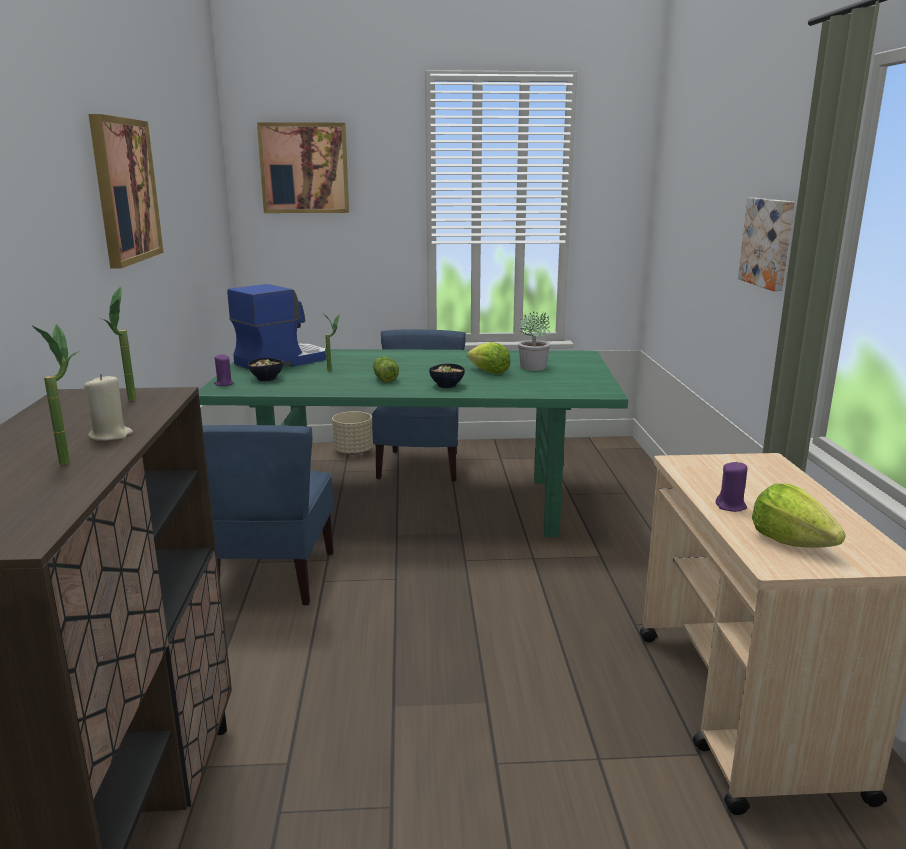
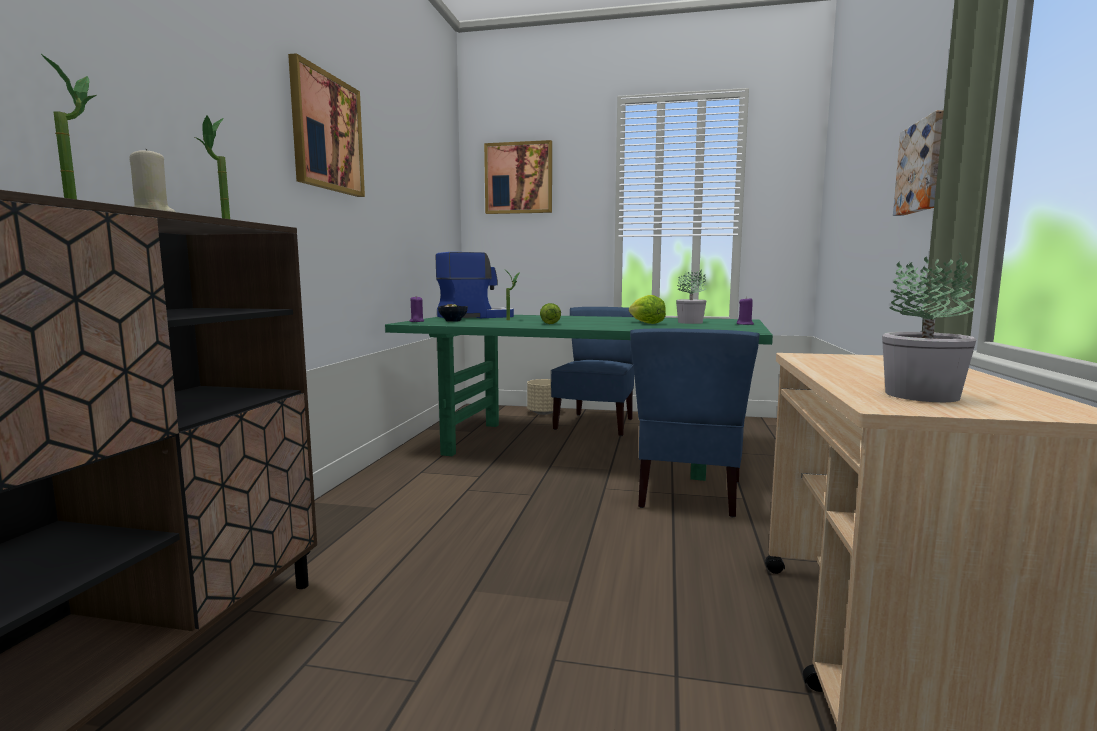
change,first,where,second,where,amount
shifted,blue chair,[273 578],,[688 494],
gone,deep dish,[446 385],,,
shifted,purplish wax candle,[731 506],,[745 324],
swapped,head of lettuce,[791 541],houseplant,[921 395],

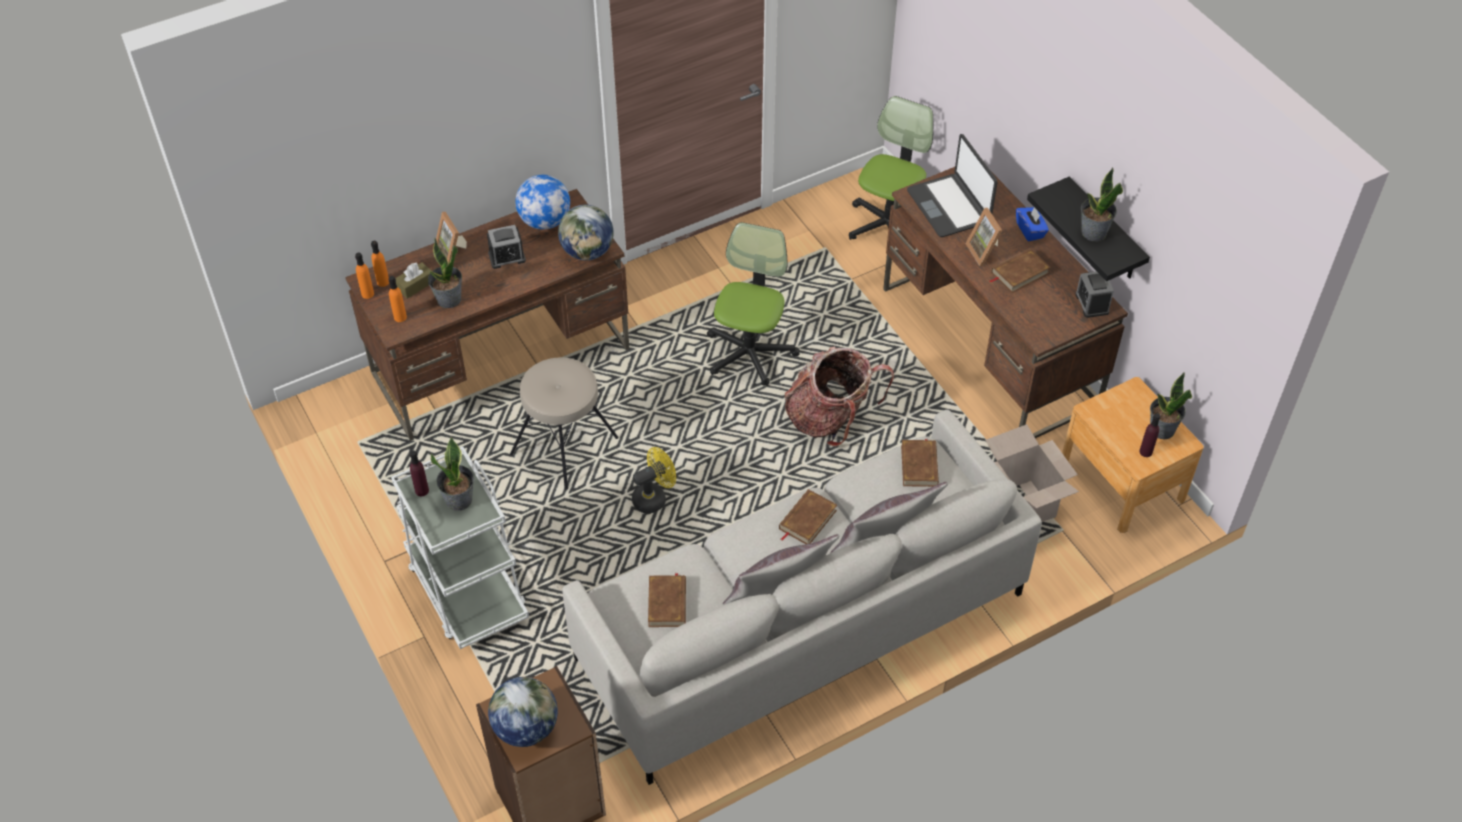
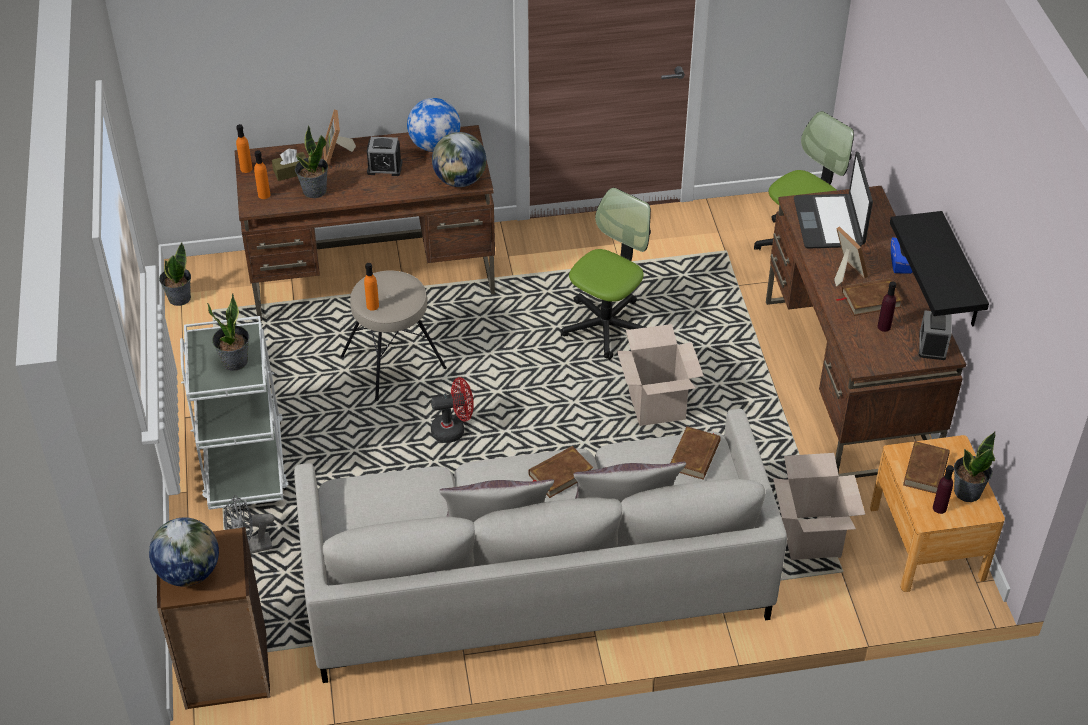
change,first,where,second,where,amount
shifted,orange-coloured bottle,[383 282],,[372 306],
shifted,purplish bottle,[422 490],,[884 327],
repainted,yellow cooling fan,[654 497],red cooling fan,[453 430],
shifted,brown-coloured volume,[667 603],,[926 470],
swapped,rucksack,[830 419],carton,[656 405],
rotated,photo frame,[985 252],,[845 272],150 degrees clockwise
shifted,houseplant,[1093 232],,[179 298],
new,,,grey cooling fan,[250 548],

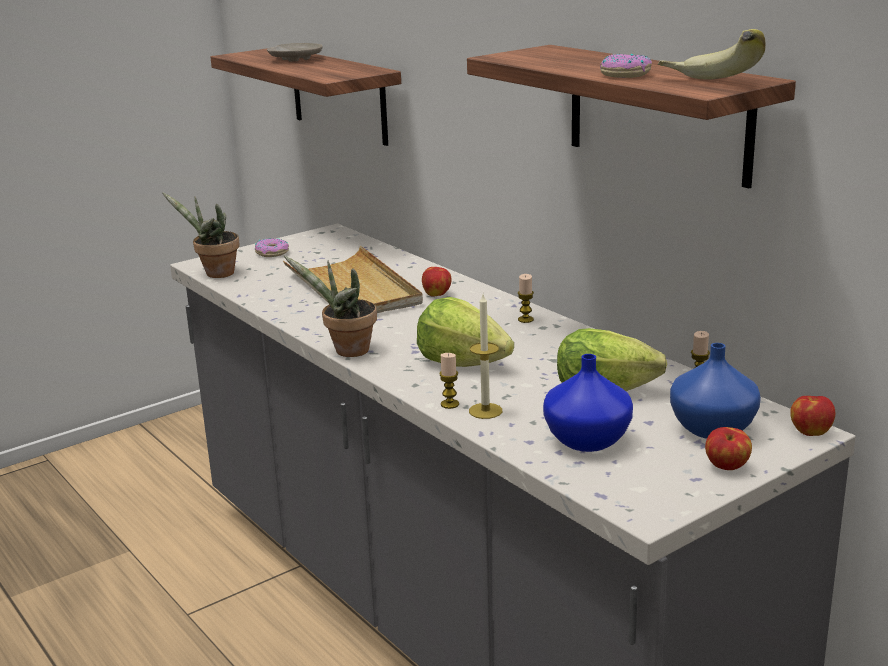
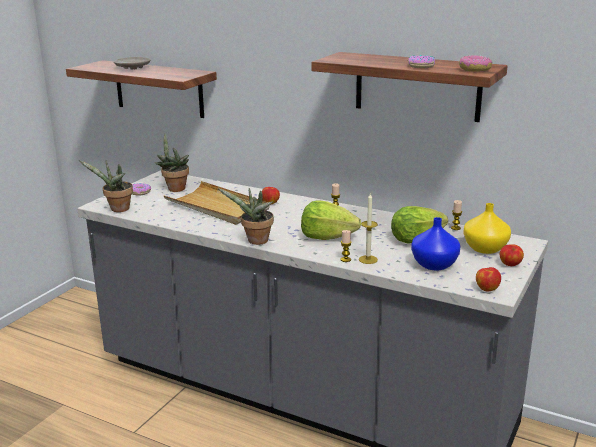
change,first,where,second,where,amount
swapped,banana fruit,[708 85],ring doughnut,[474 69],
repainted,blue flower vase,[711 429],yellow flower vase,[484 249],
shifted,apple fruit,[810 431],,[487 288],
new,,,houseplant,[174 188],

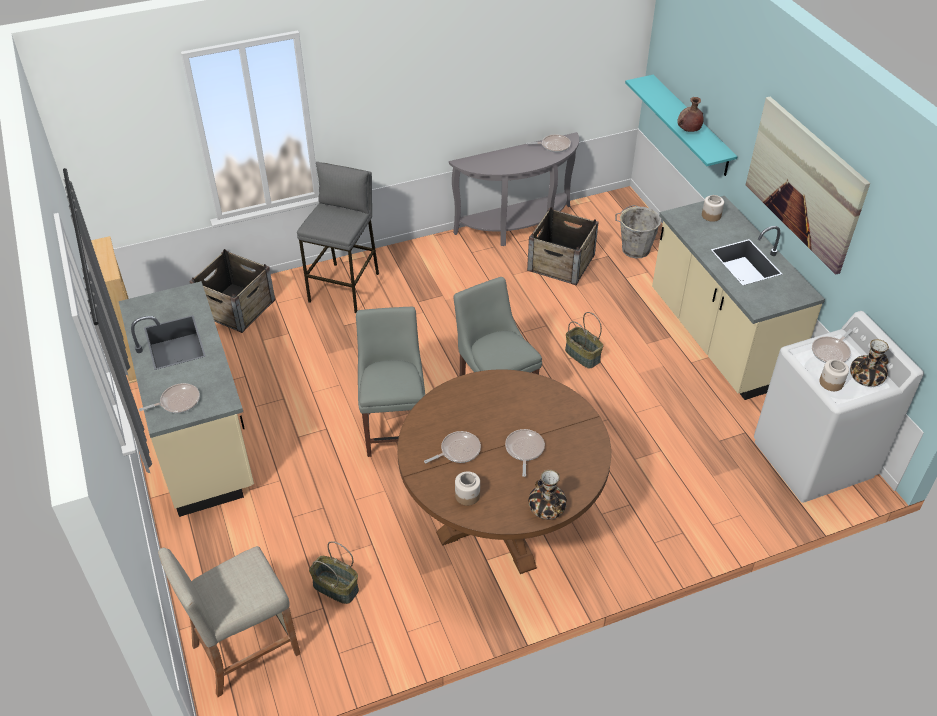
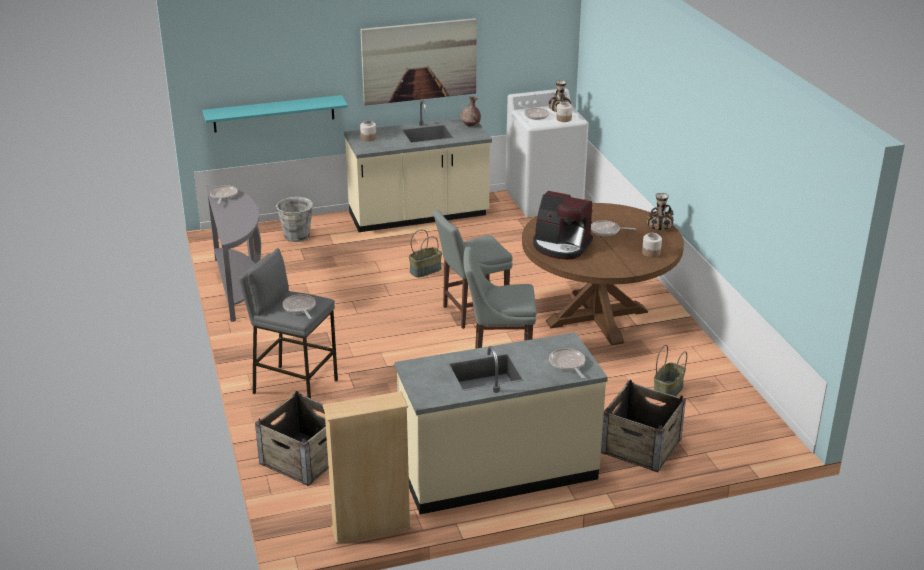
change,first,where,second,where,amount
gone,beige-coloured stool,[245 649],,,
shifted,pan,[458 451],,[300 308],
shifted,crate,[560 262],,[641 446],
shifted,brown-coloured flower vase,[688 131],,[471 126],
new,,,coffee brewer,[561 246],

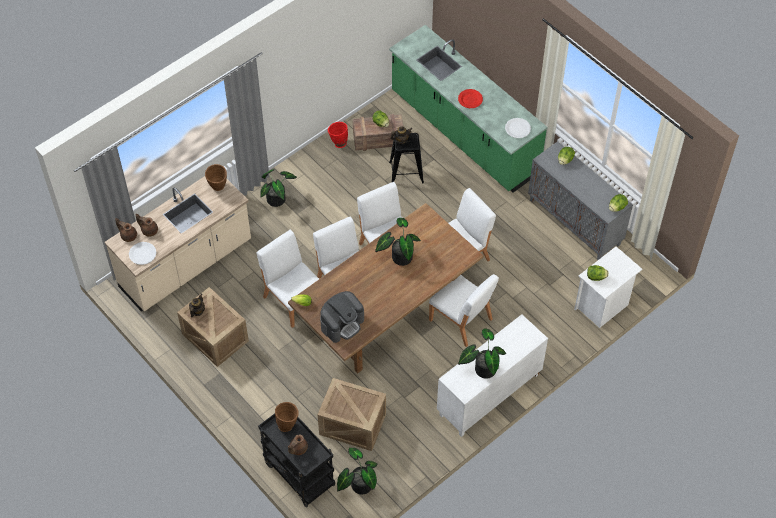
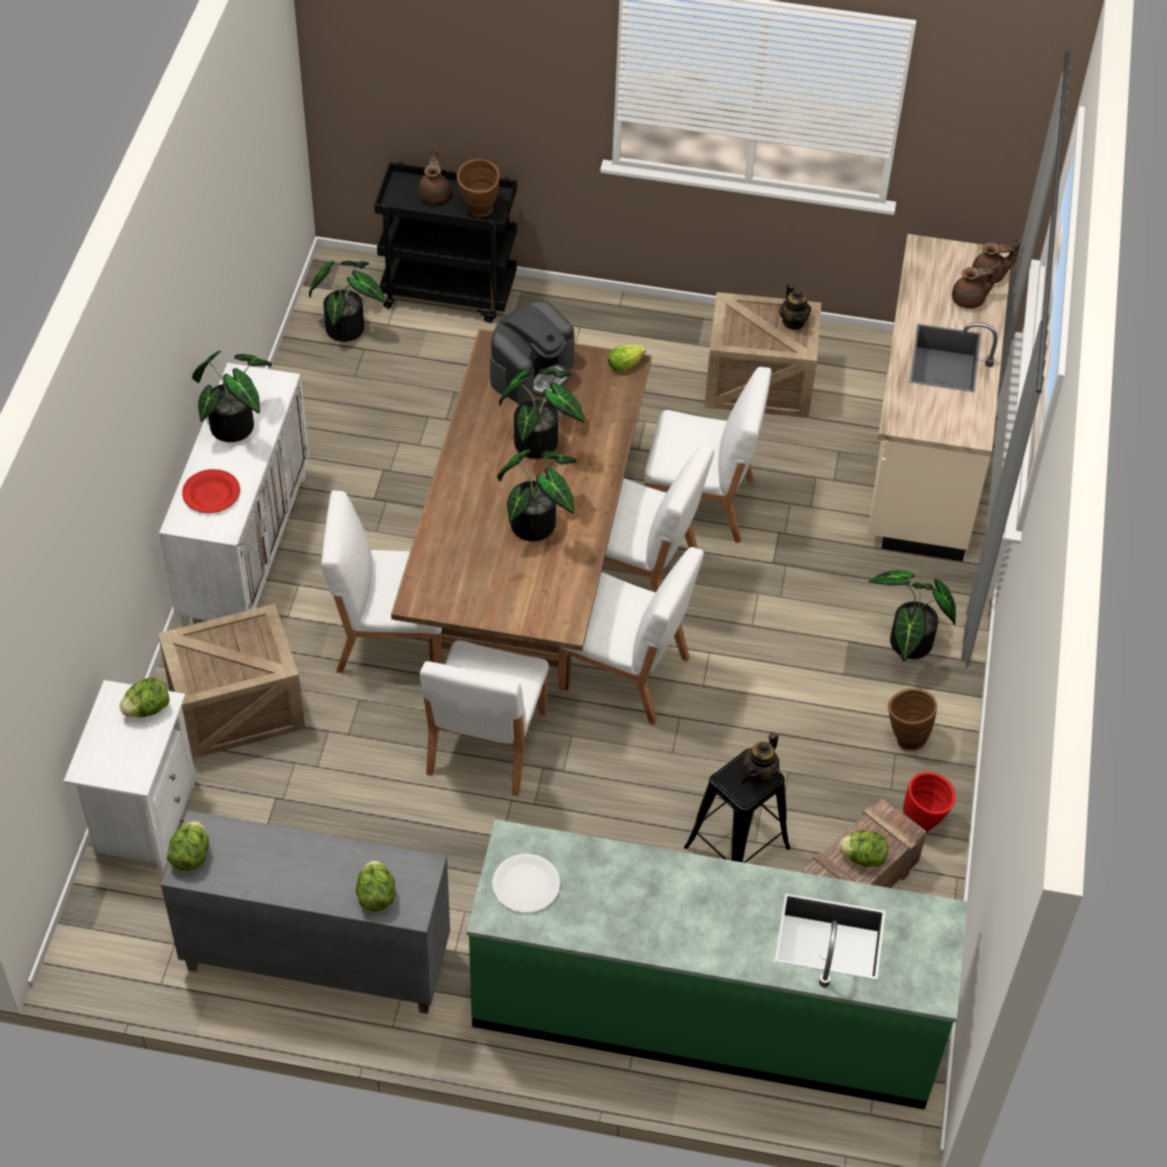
change,first,where,second,where,amount
gone,white-coloured plate,[142 254],,,
shifted,brown-coloured flower vase,[218 188],,[905 737],
shifted,crate,[351 424],,[238 706],
rotated,coffee brewer,[342 323],,[531 372],150 degrees counterclockwise
shifted,red plate,[470 100],,[211 494],
new,,,houseplant,[540 441],

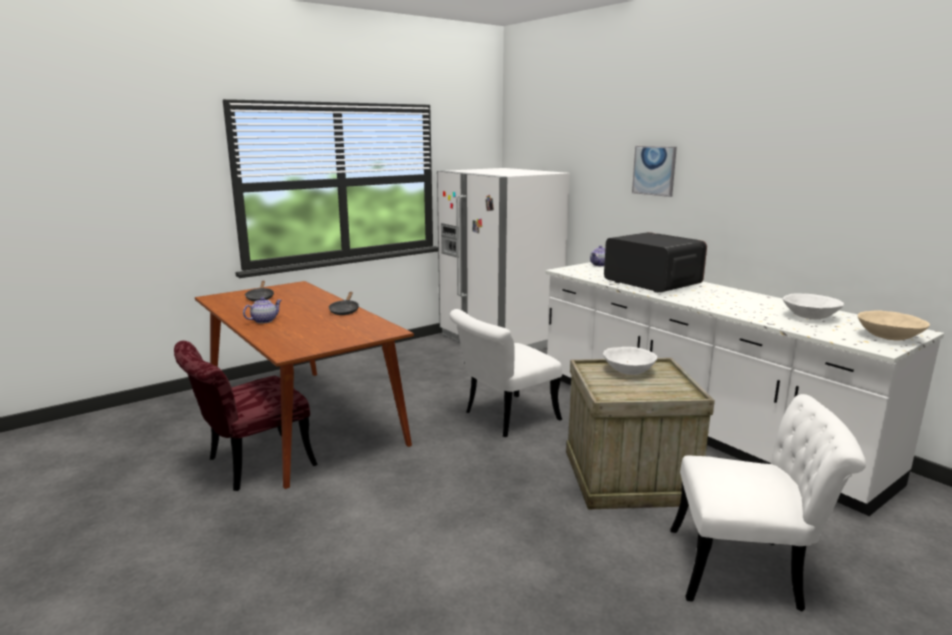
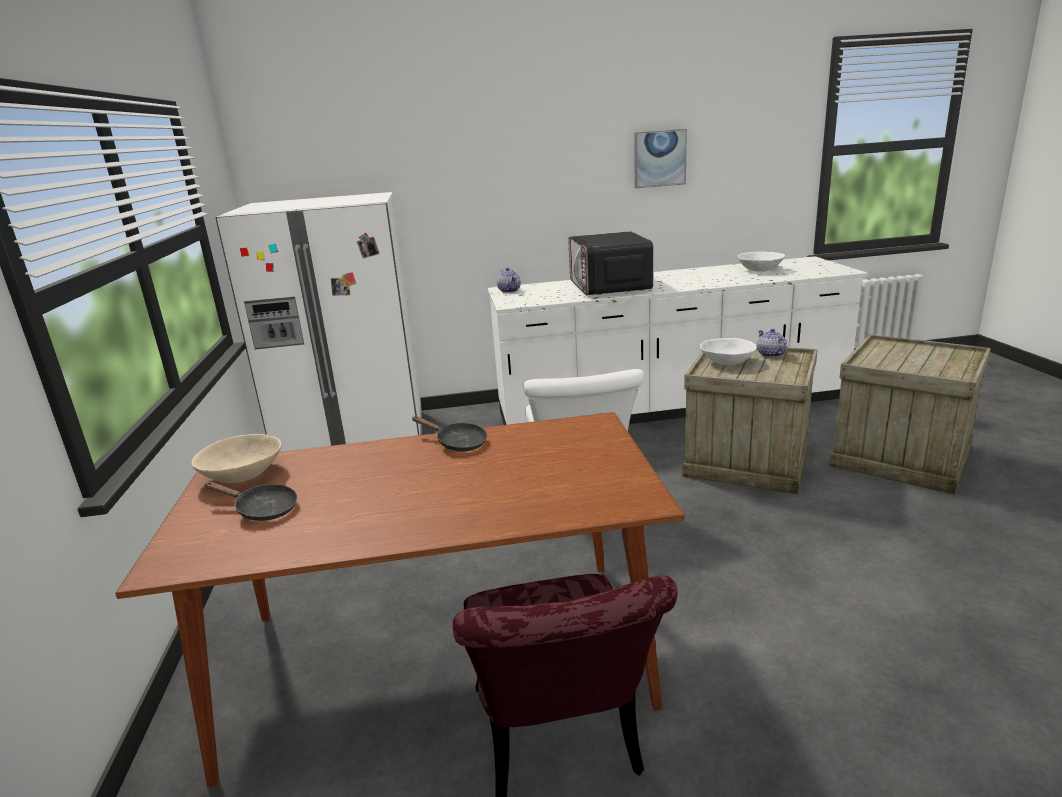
change,first,where,second,where,amount
shifted,pot for tea,[264 320],,[770 354],
rotated,microwave oven,[651 283],,[609 287],90 degrees counterclockwise
shifted,wall art,[654 170],,[659 158],
swapped,white-coloured chair,[749 570],crate,[903 457],
shifted,beige-coloured deep dish,[889 337],,[243 474],

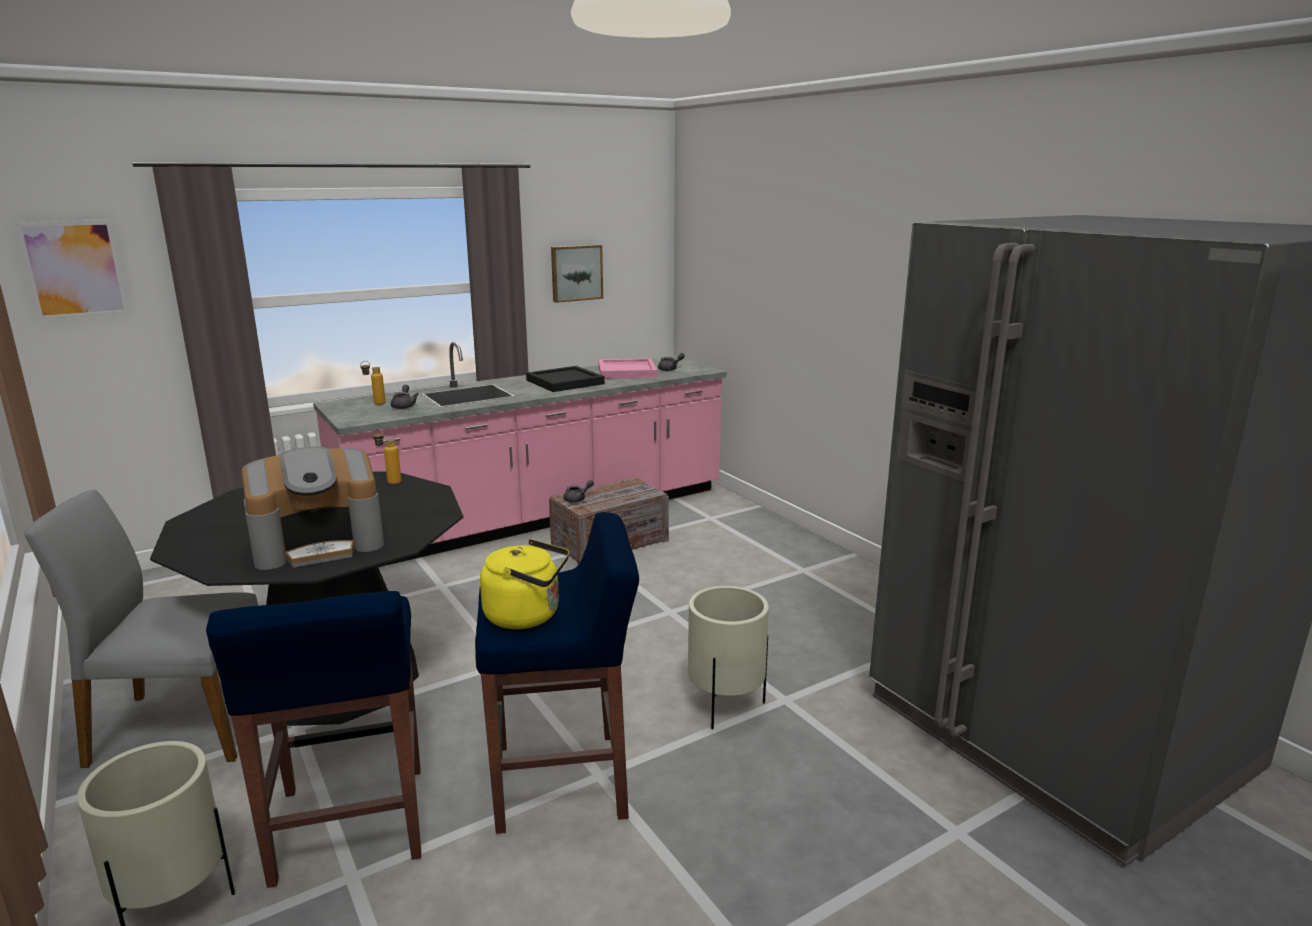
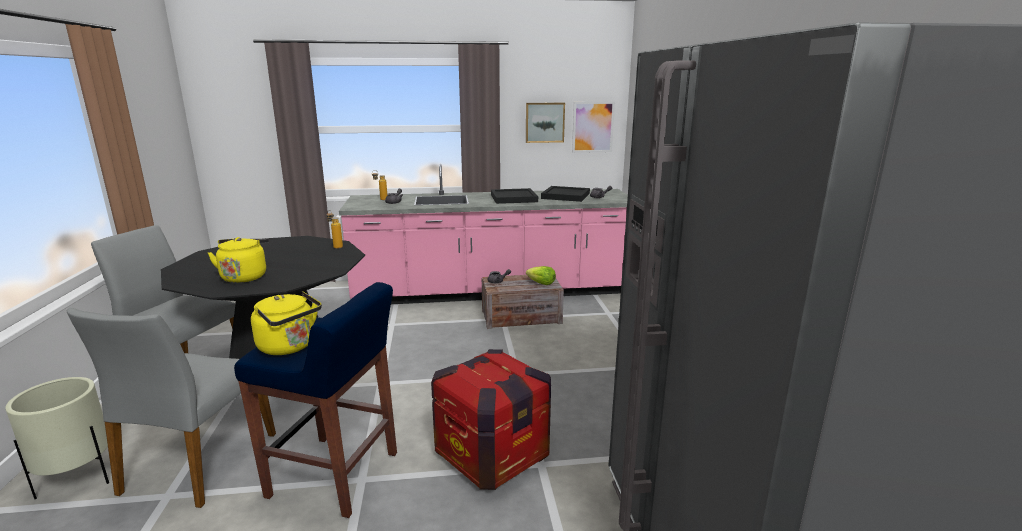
change,first,where,second,where,amount
shifted,wall art,[74 269],,[593 127],
swapped,blue stool,[349 826],grey chair,[198 463],
swapped,coffee brewer,[319 544],yellow kettle,[245 276],
repainted,pink tray,[627 372],black tray,[566 196],
swapped,beige-coloured flower pot,[725 706],crate,[492 455],
new,,,head of lettuce,[541 283],

